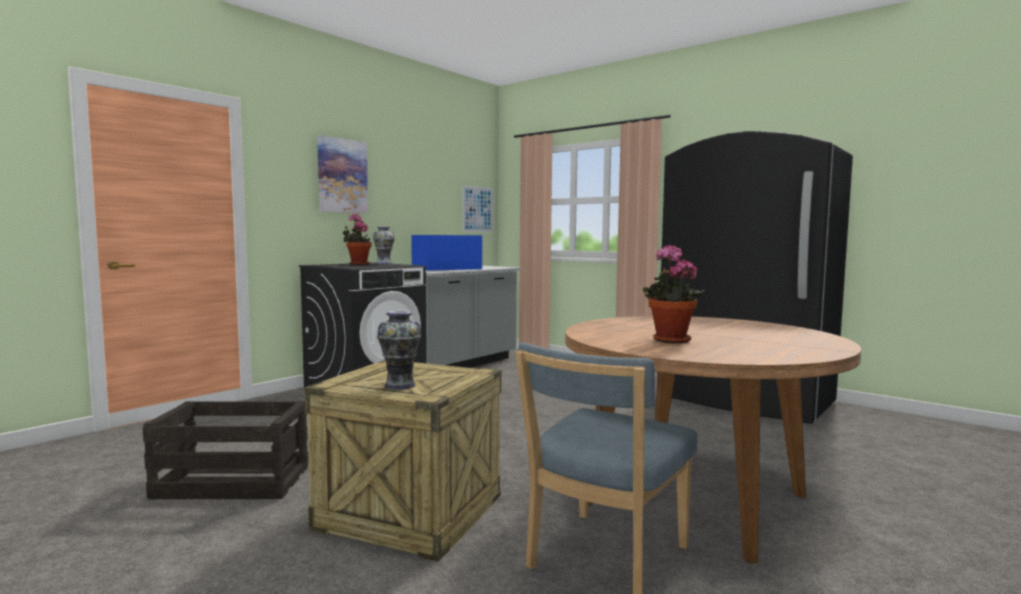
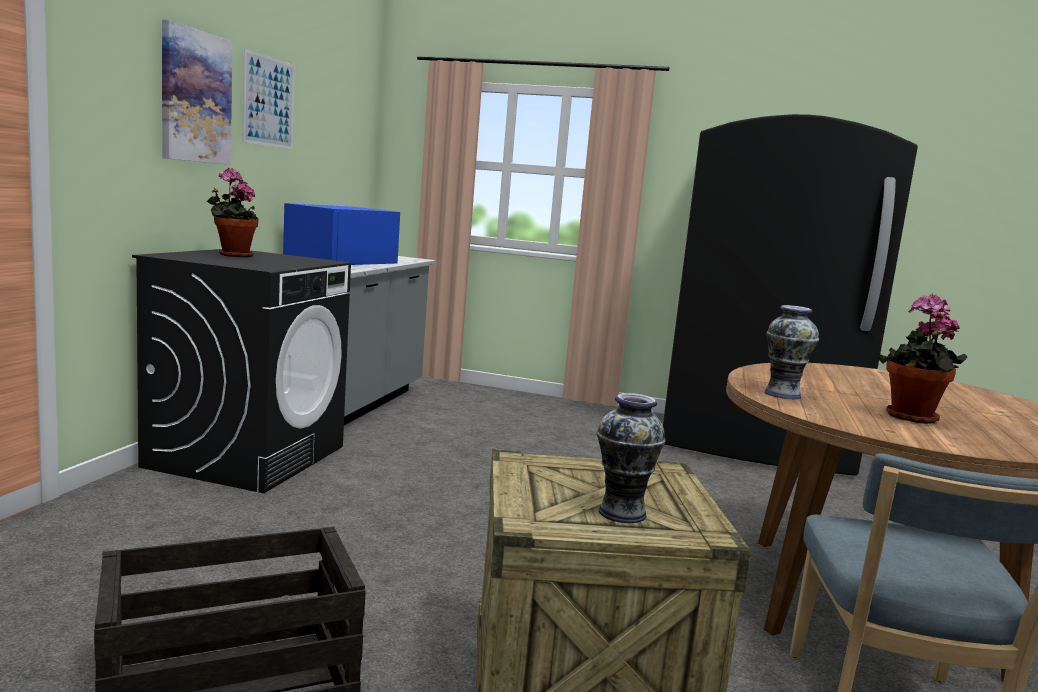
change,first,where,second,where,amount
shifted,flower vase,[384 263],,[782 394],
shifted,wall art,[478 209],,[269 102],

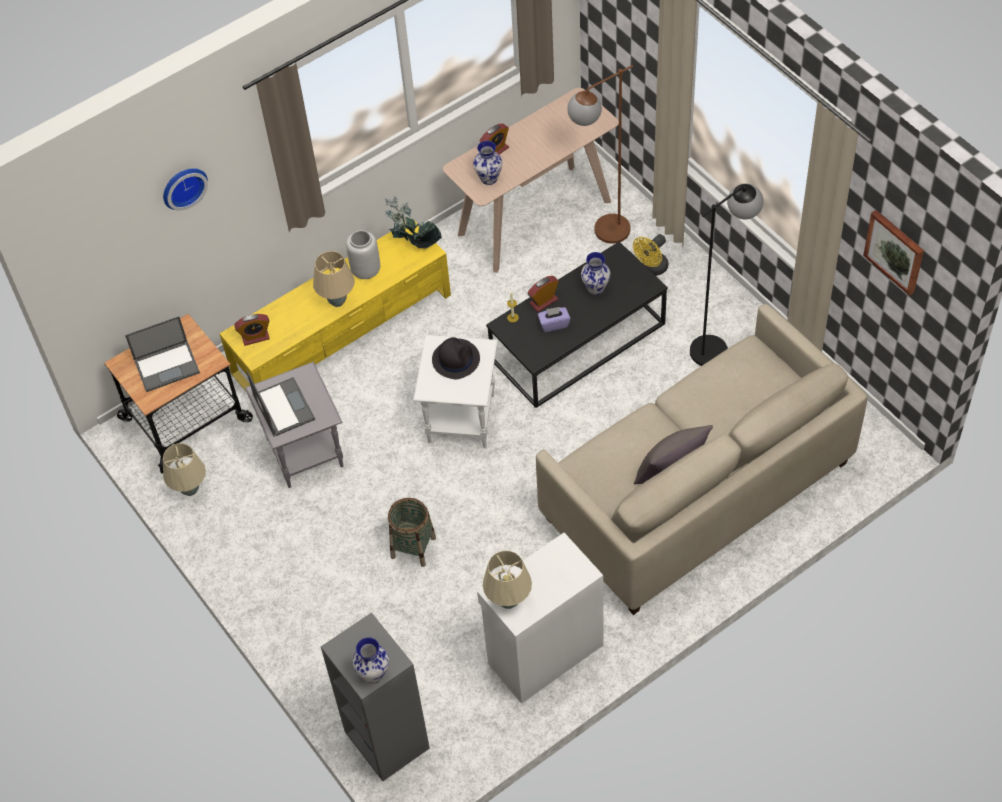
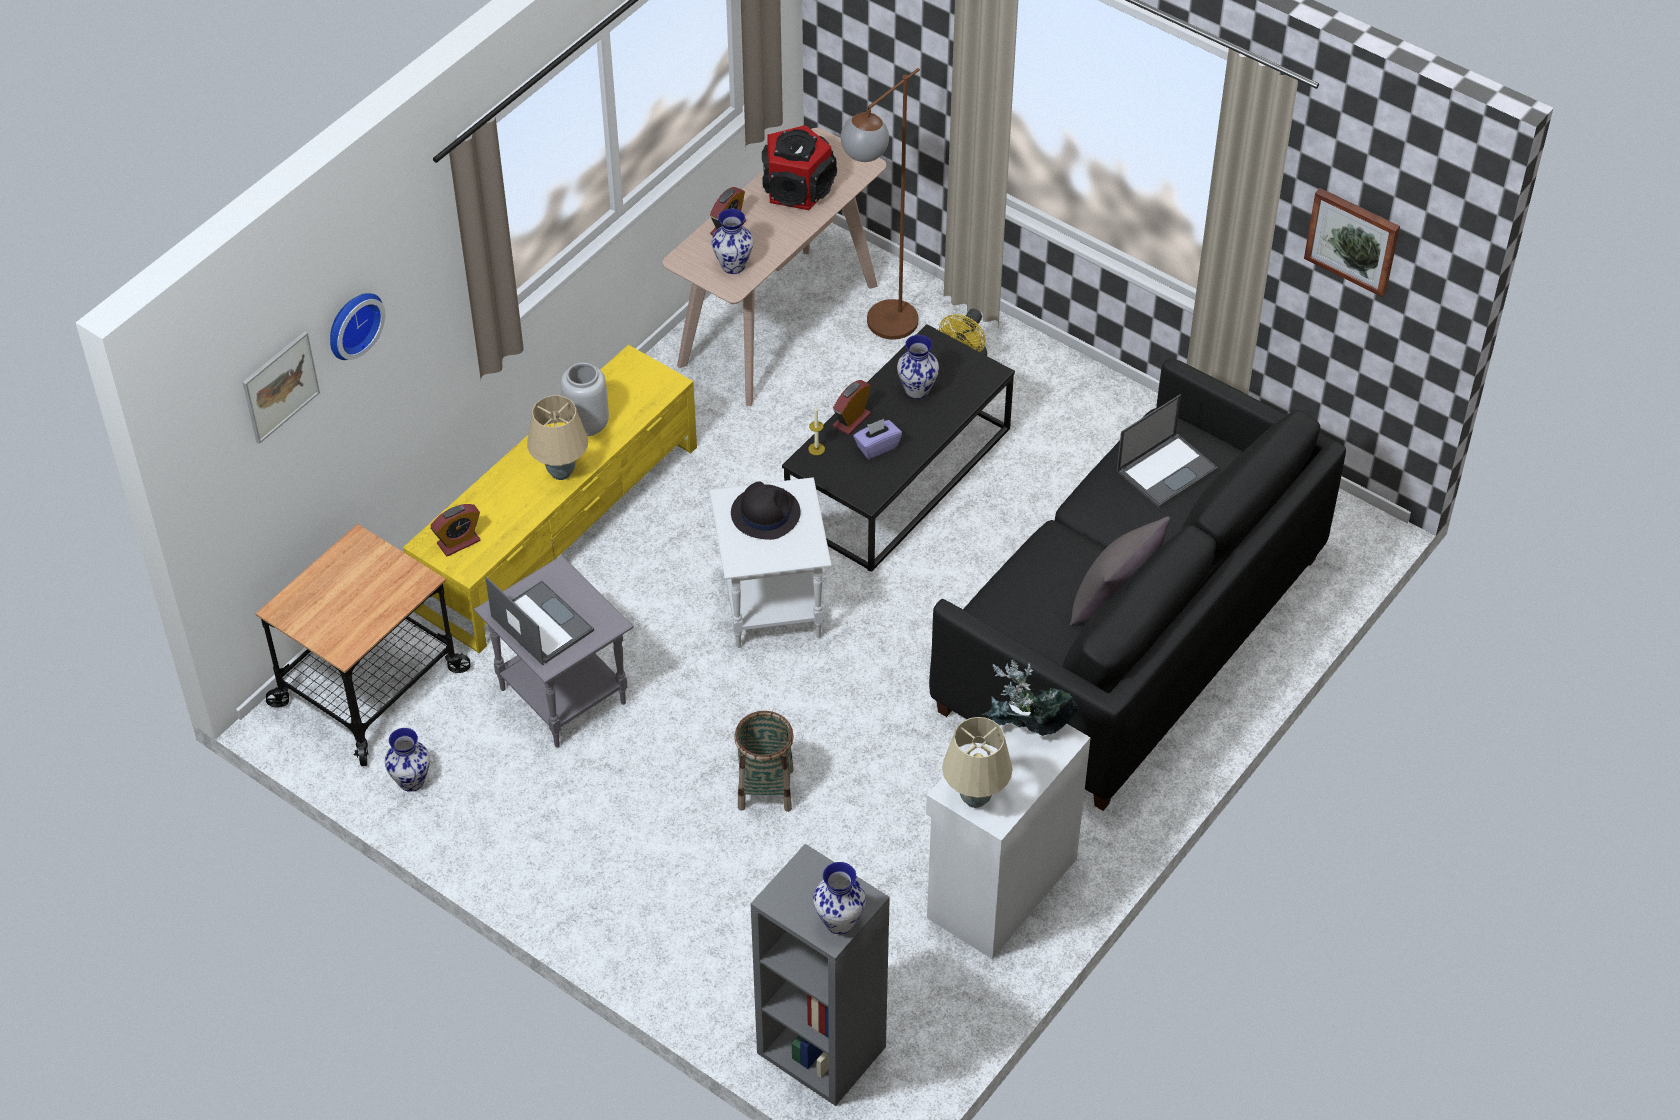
change,first,where,second,where,amount
shifted,notebook computer,[167 365],,[1167 469],
swapped,beige-coloured table lamp,[191 490],flower vase,[412 780],
shifted,houseplant,[413 246],,[1025 733],
repainted,beige-coloured sofa,[696 491],black sofa,[1130 634],
gone,black standing lamp,[718 344],,,
new,,,wall art,[280 386],
new,,,loudspeaker,[797 189],

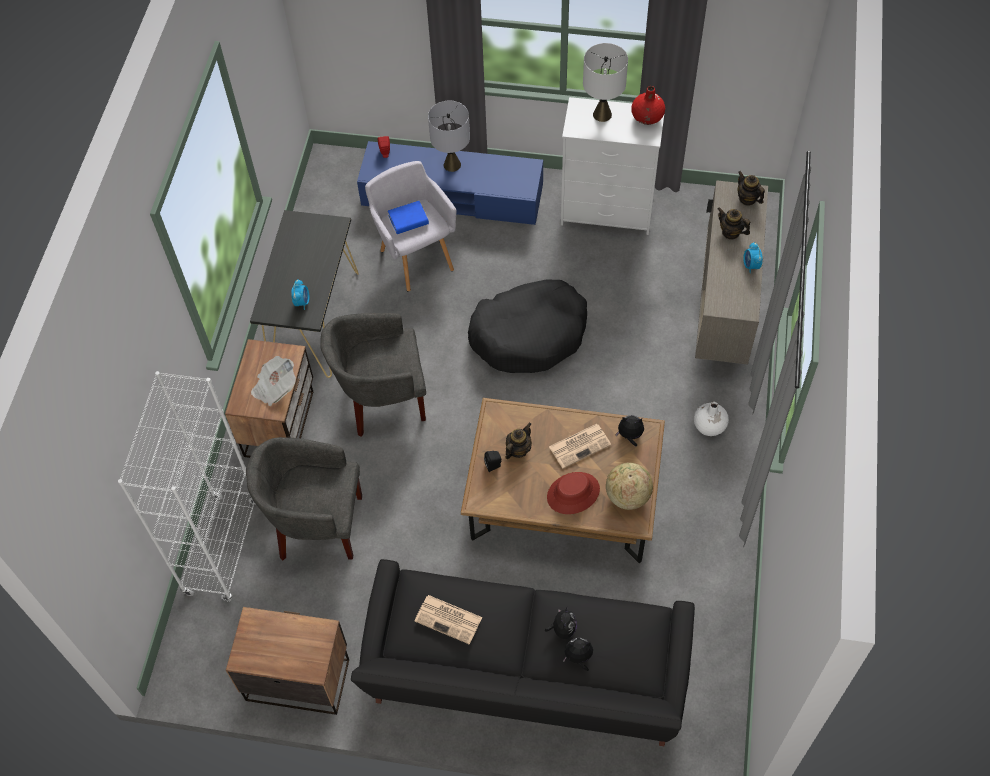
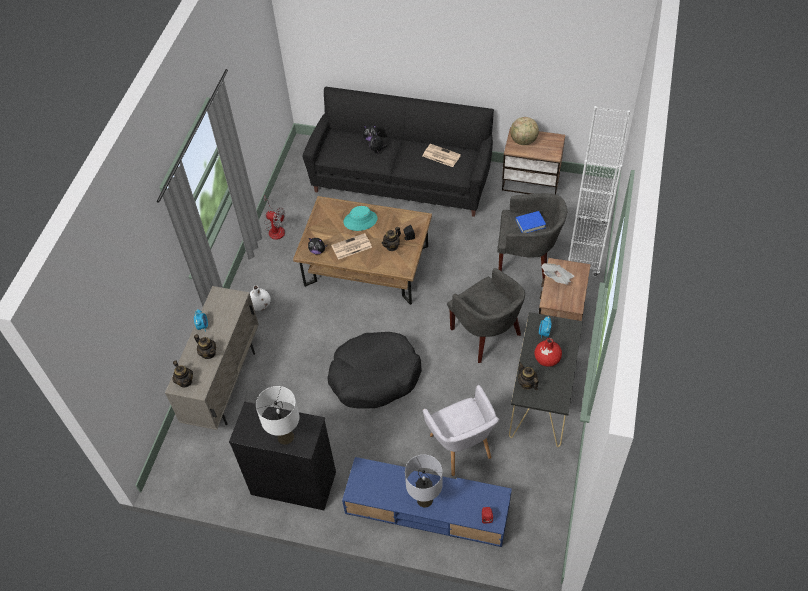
change,first,where,second,where,amount
rotated,grey armchair,[382 399],,[486 335],60 degrees clockwise
shifted,blue volume,[408 220],,[530 224],
repainted,red clothing hat,[573 493],blue-green clothing hat,[360 220],
repainted,white-coloured drawer chest,[608 211],black drawer chest,[292 483],
shifted,desk globe,[627 496],,[523 141],
shifted,red flower vase,[647 117],,[547 359],
new,,,cooling fan,[275 228],
new,,,pot for tea,[526 383],

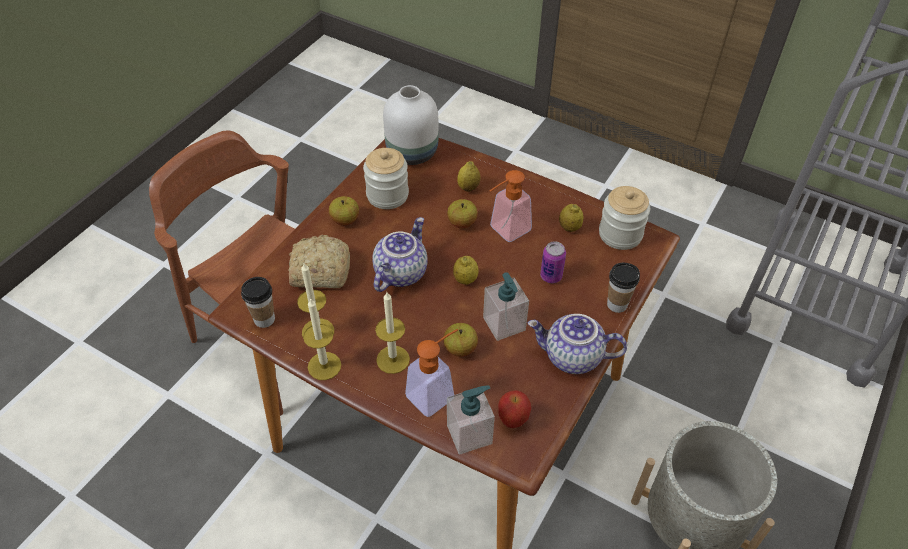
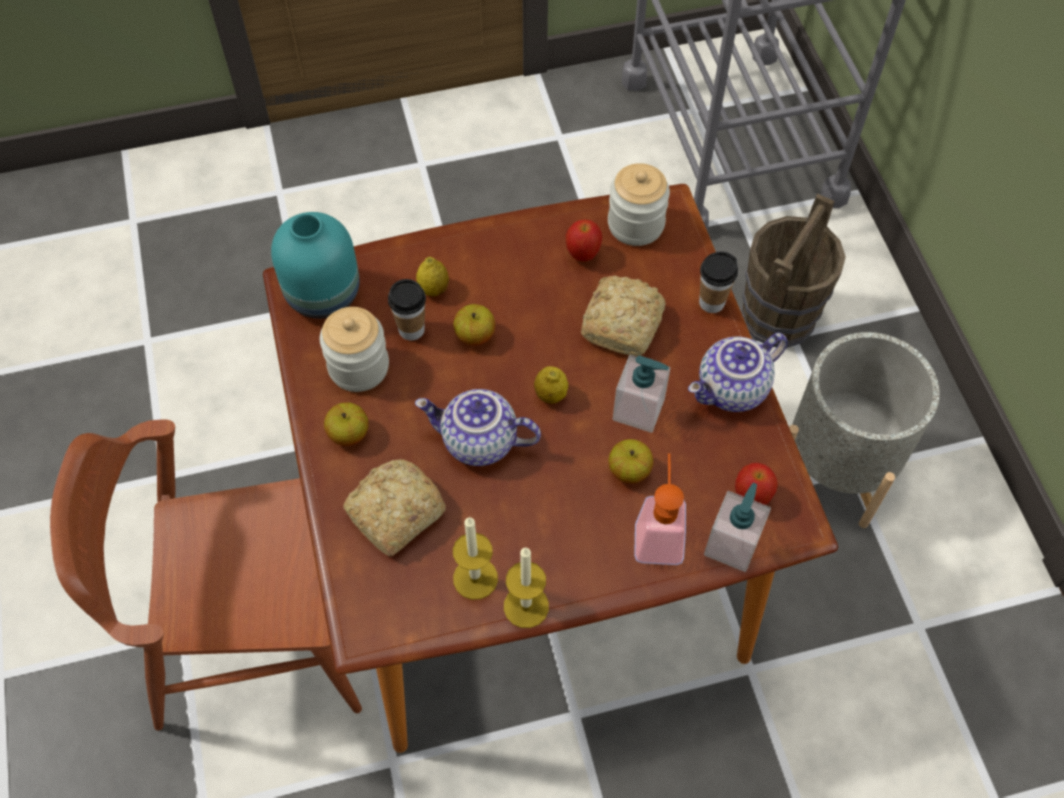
change,first,where,second,where,amount
shifted,drinking cup,[264 319],,[411 329],
rotated,pot for tea,[400 272],,[478 443],60 degrees counterclockwise
gone,wax candle,[393 359],,,
repainted,white-coloured flower vase,[413 153],blue-green flower vase,[325 293],
gone,soap bottle,[505 232],,,
swapped,can,[551 276],bread,[624 322],
swapped,lemon,[569 227],apple fruit,[582 255],
new,,,brown-coloured water bucket,[778 316],

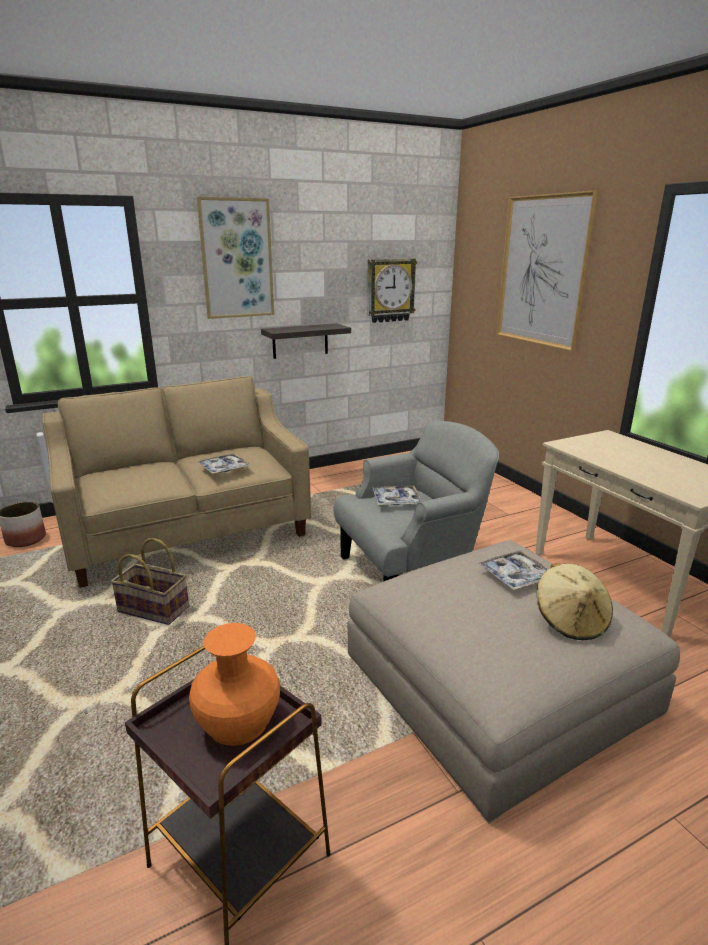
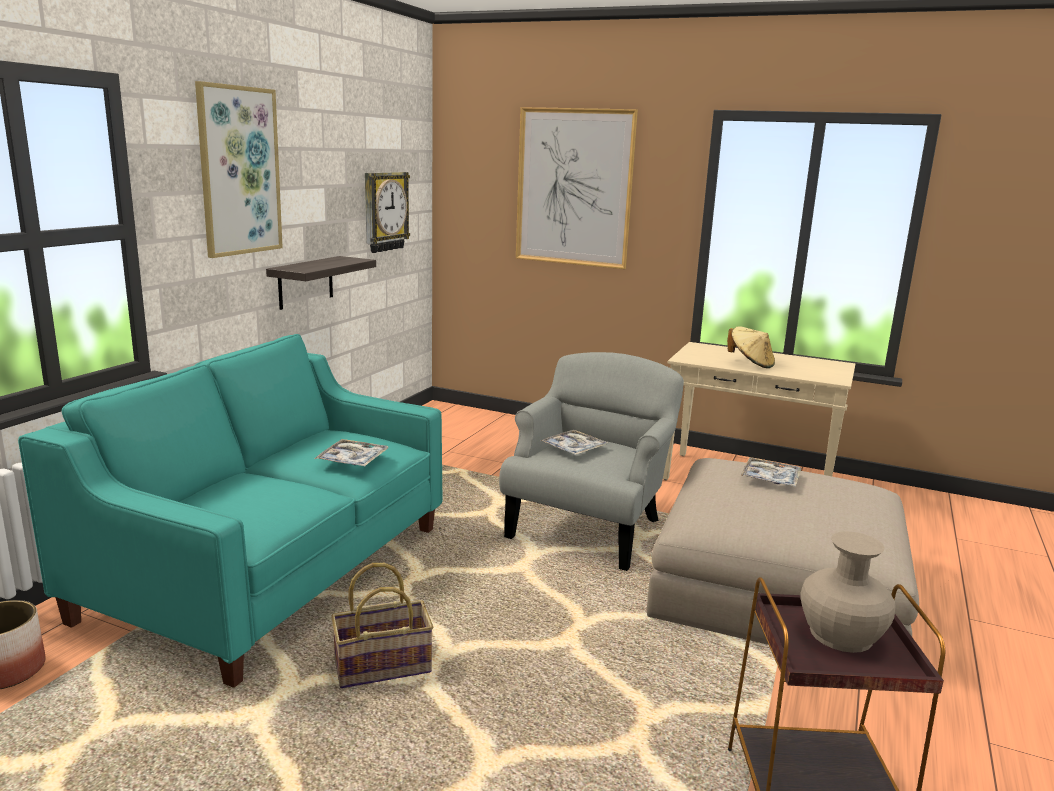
change,first,where,second,where,amount
repainted,beige-coloured sofa,[186 530],blue-green sofa,[271 572],
repainted,orange-coloured flower vase,[238 721],beige-coloured flower vase,[841 634],
shifted,beige-coloured clothing hat,[570 621],,[750 363],

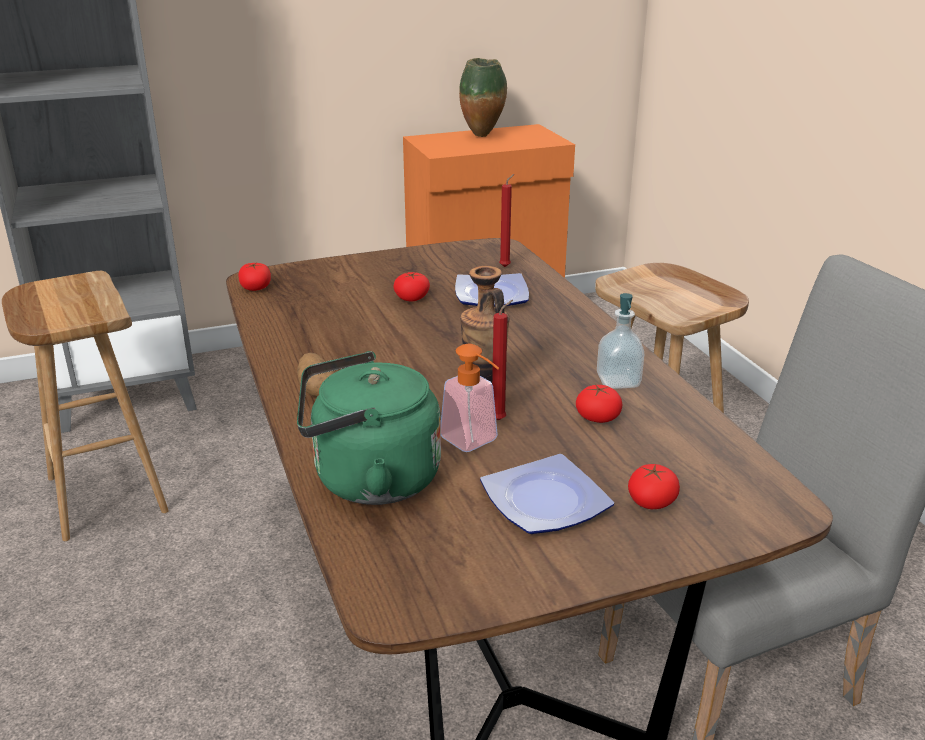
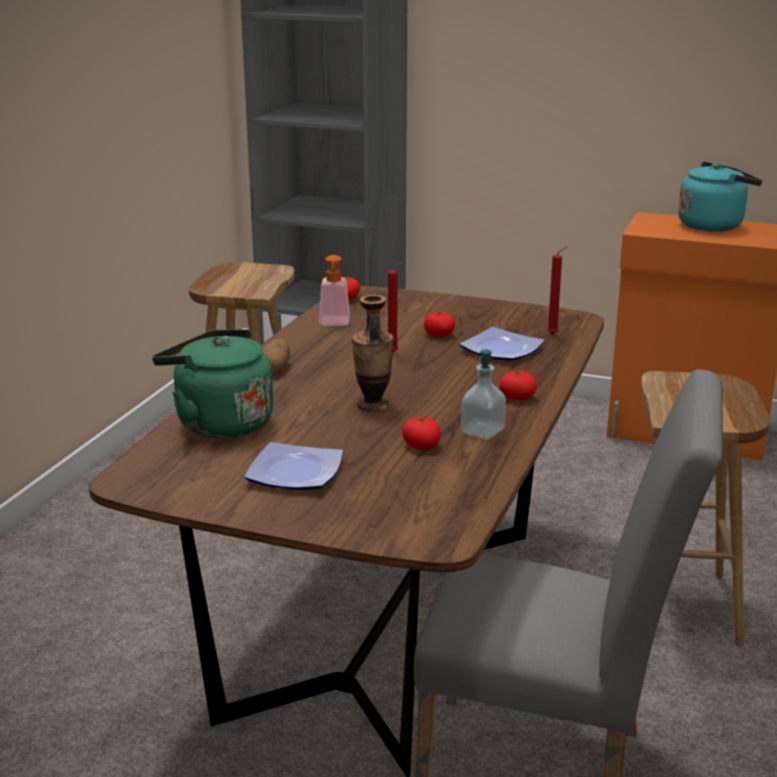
change,first,where,second,where,amount
shifted,soap bottle,[475 442],,[334 324],
swapped,flower vase,[483 136],blue-green kettle,[713 225],
shifted,red wax candle,[500 419],,[394 353],
shifted,whole tomato,[651 502],,[517 397],

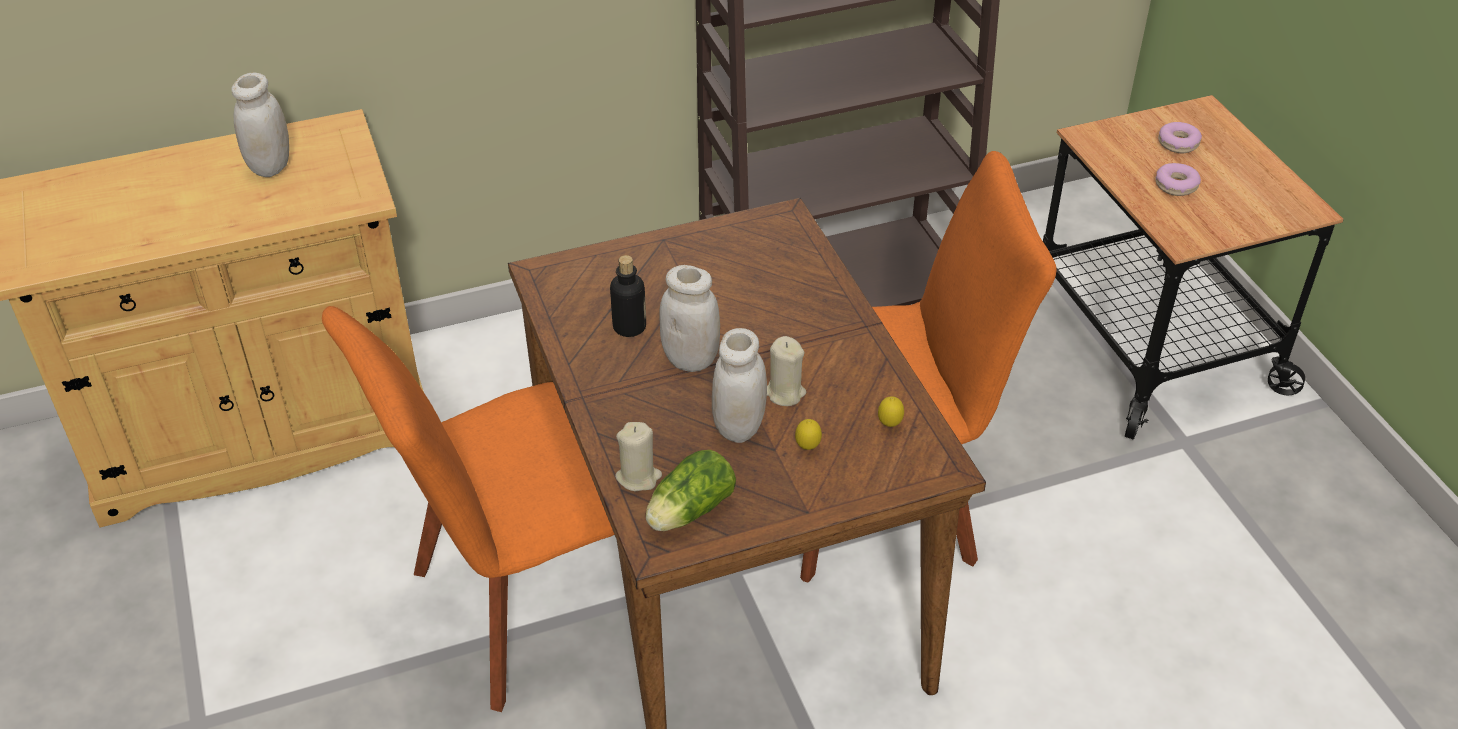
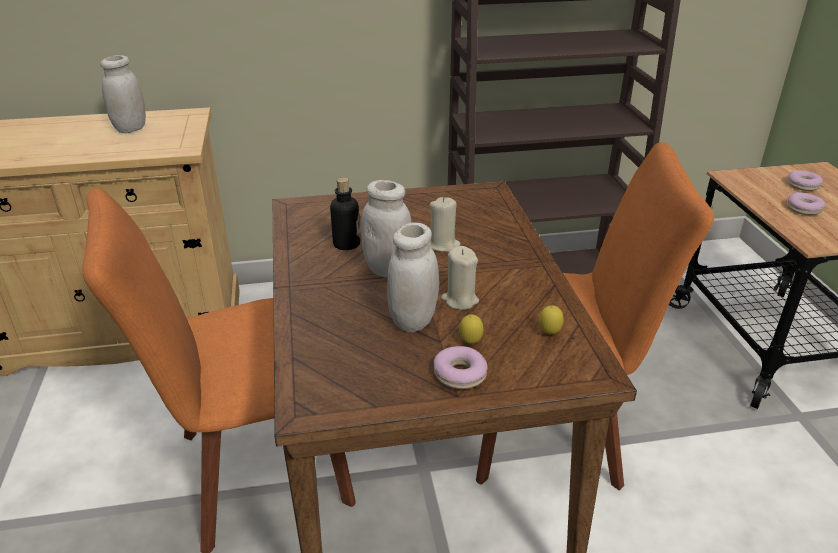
change,first,where,second,where,amount
shifted,beige-coloured wax candle,[638 477],,[443 245],
gone,head of lettuce,[687 512],,,
new,,,ring doughnut,[460 374],

